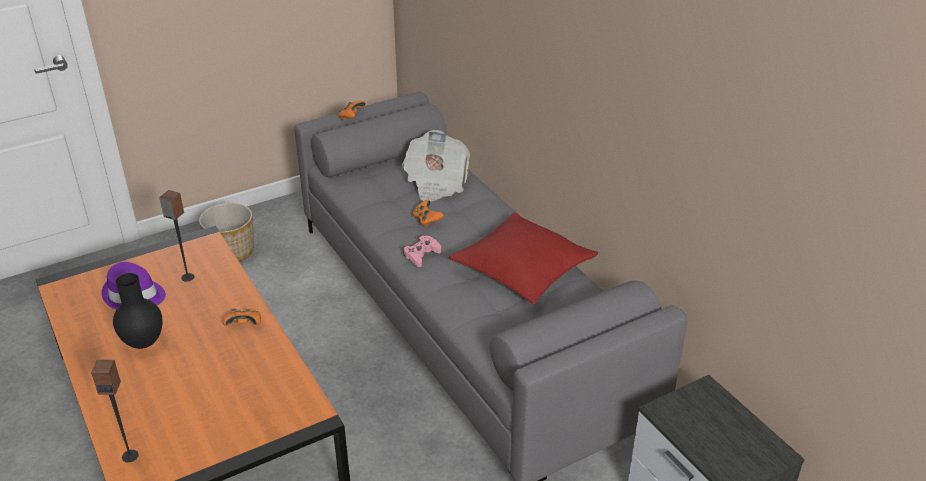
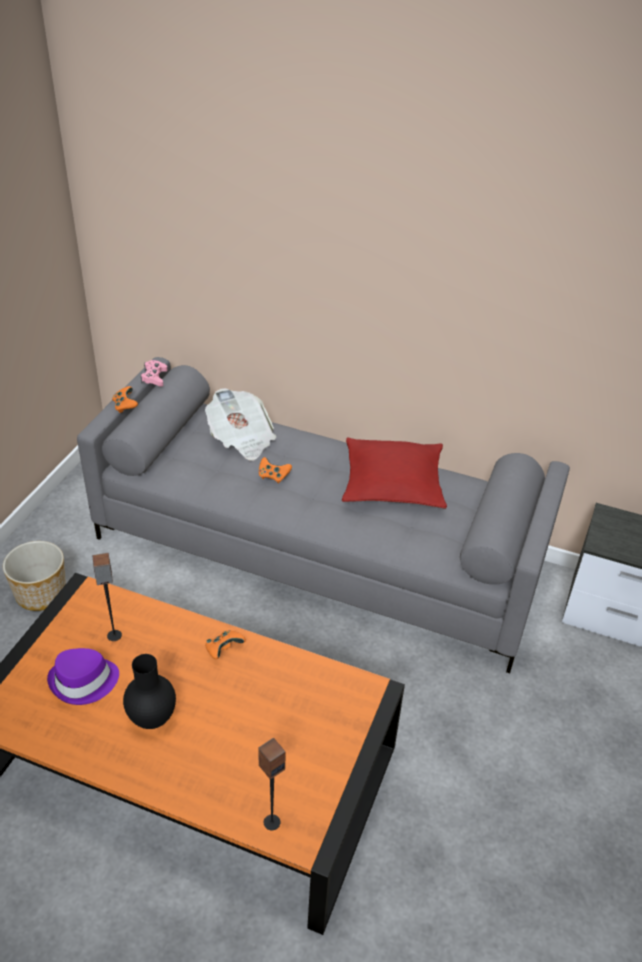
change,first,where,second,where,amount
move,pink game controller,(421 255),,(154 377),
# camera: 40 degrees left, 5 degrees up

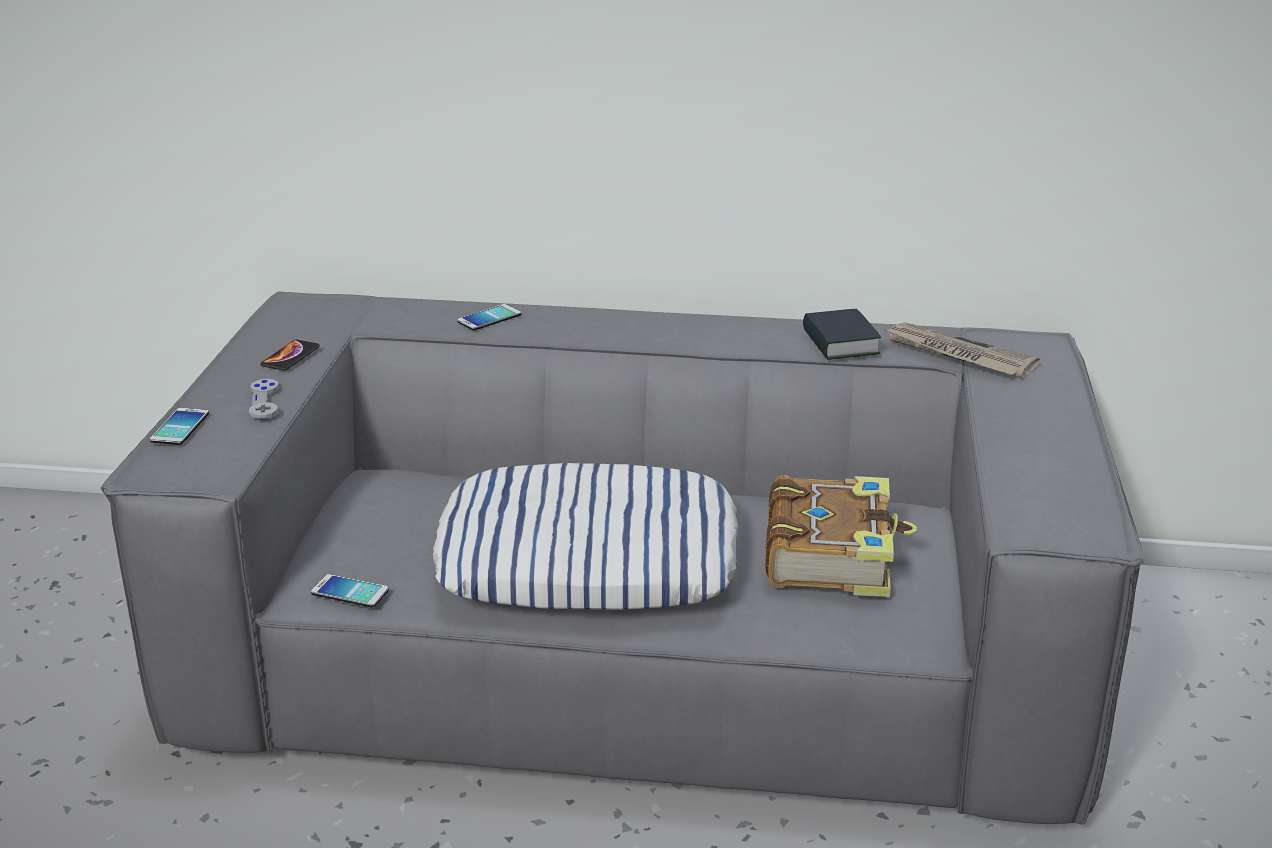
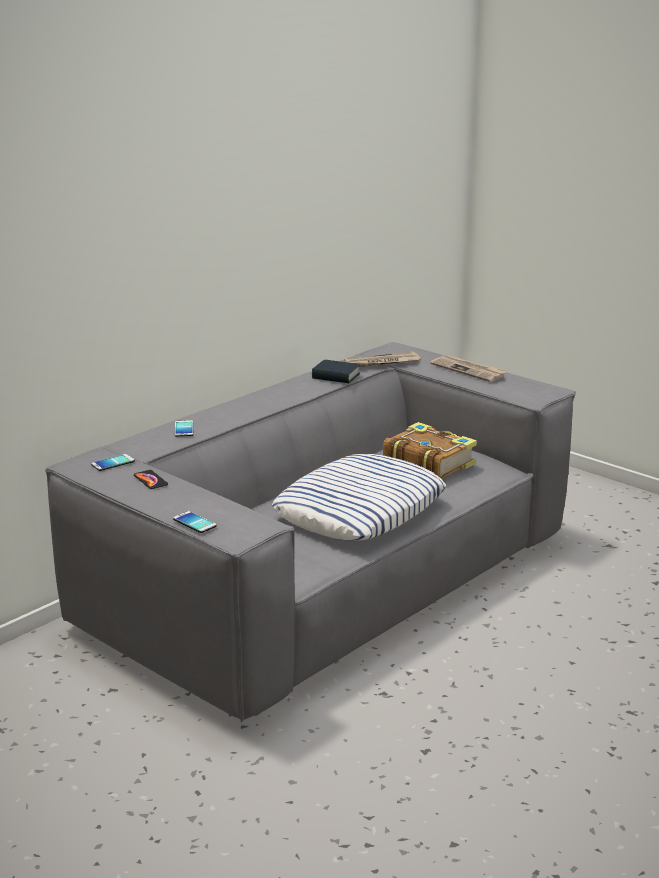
change,first,where,second,where,amount
delete,grey game controller,(264 401),,,
insert,,,newspaper,(469 370),
move,phone,(350 592),,(113 463),
# camera: 55 degrees left, 5 degrees down

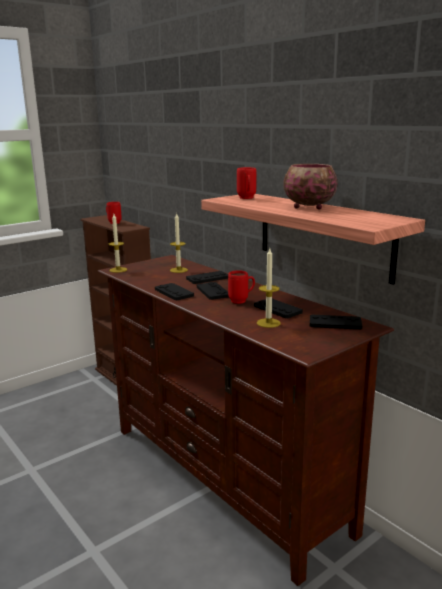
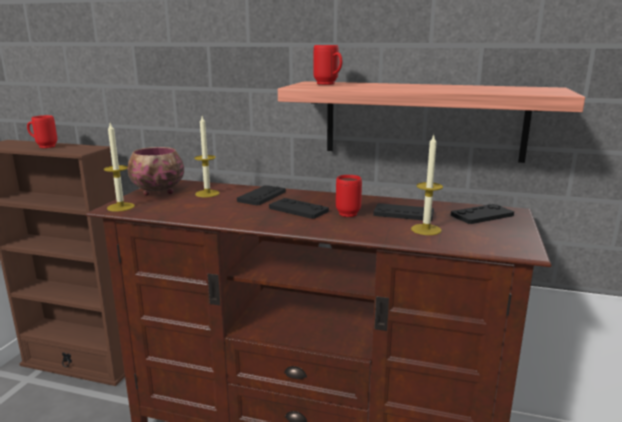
change,first,where,second,where,amount
delete,black game controller,(174 292),,,
move,bowl,(308 207),,(157 192),
# camera: 35 degrees left, 0 degrees up

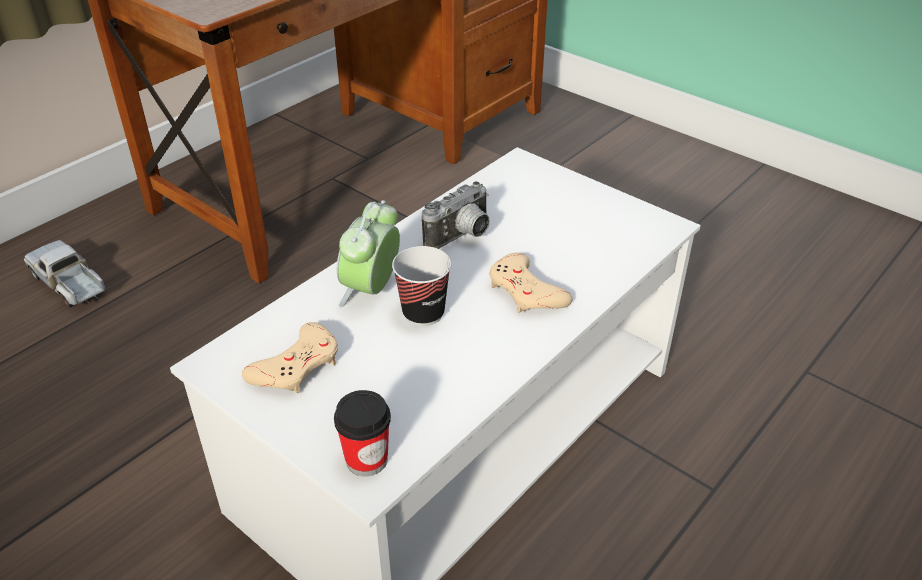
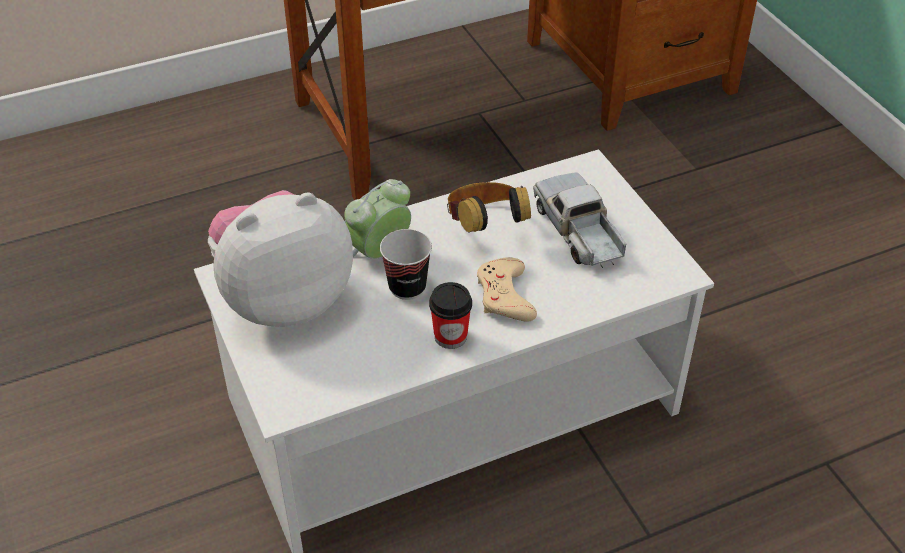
change,first,where,second,where,amount
move,toy truck,(70 284),,(579 232),
move,cup,(366 460),,(450 336),
replace,beige game controller,(297 366),plush toy,(283 299),
replace,photo camera,(462 237),headphones,(485 227),
# camera: 25 degrees right, 5 degrees up

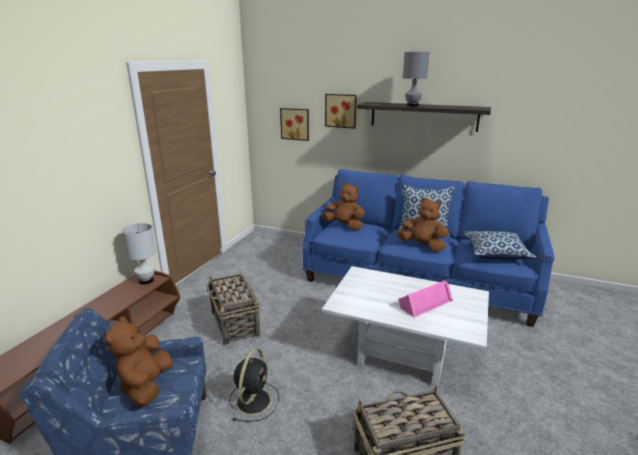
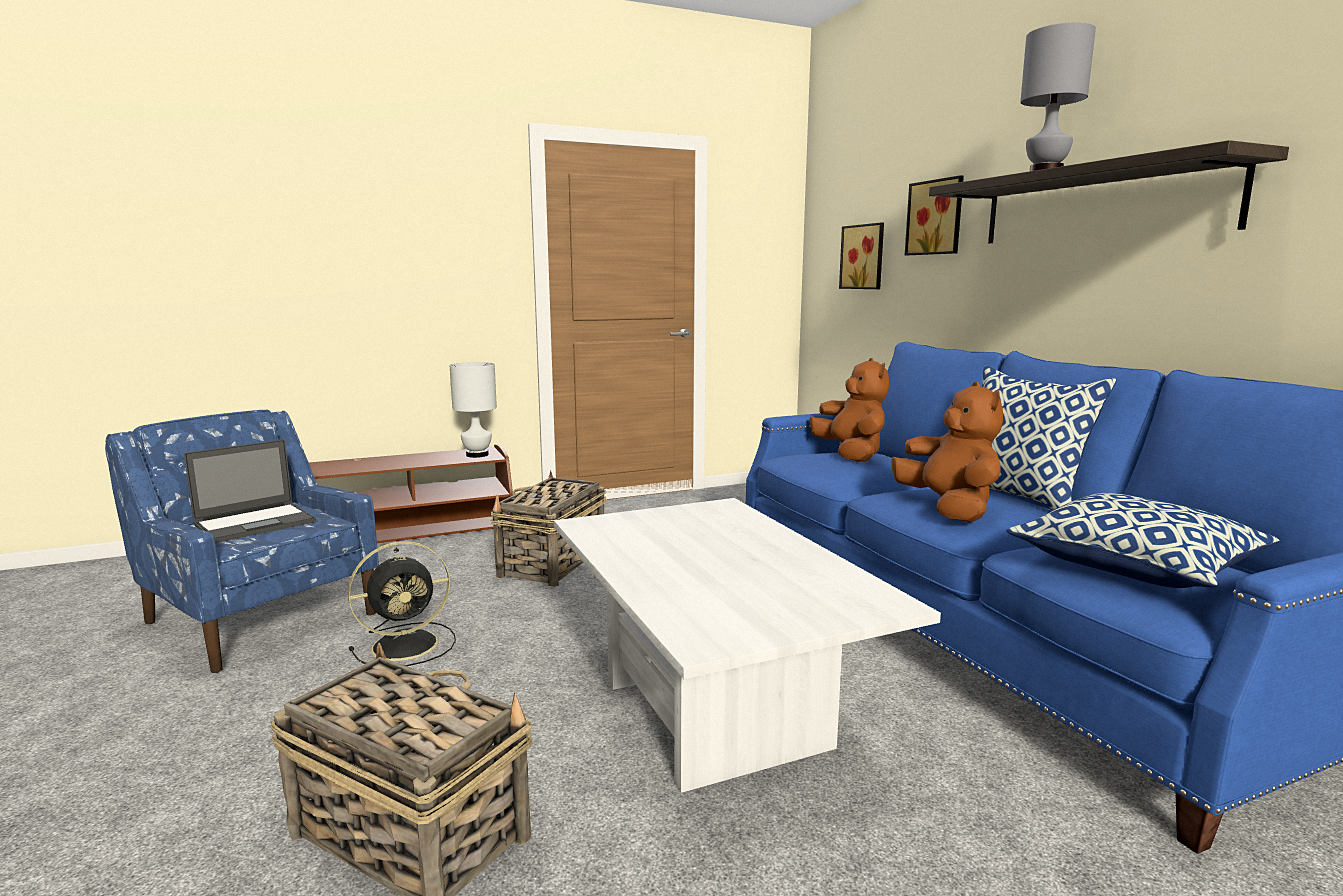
change,first,where,second,where,amount
delete,pink speaker,(424 303),,,
replace,brown plush toy,(146 386),laptop,(257 523),
# camera: 45 degrees right, 10 degrees down

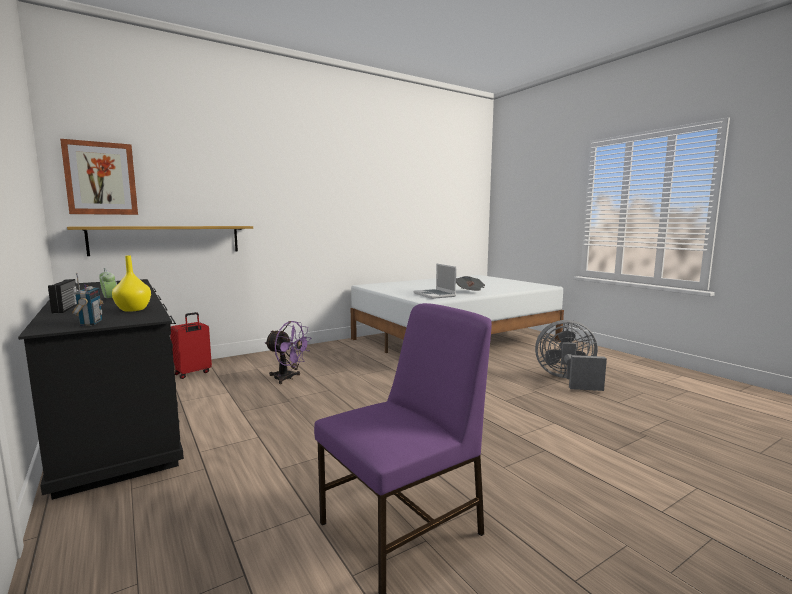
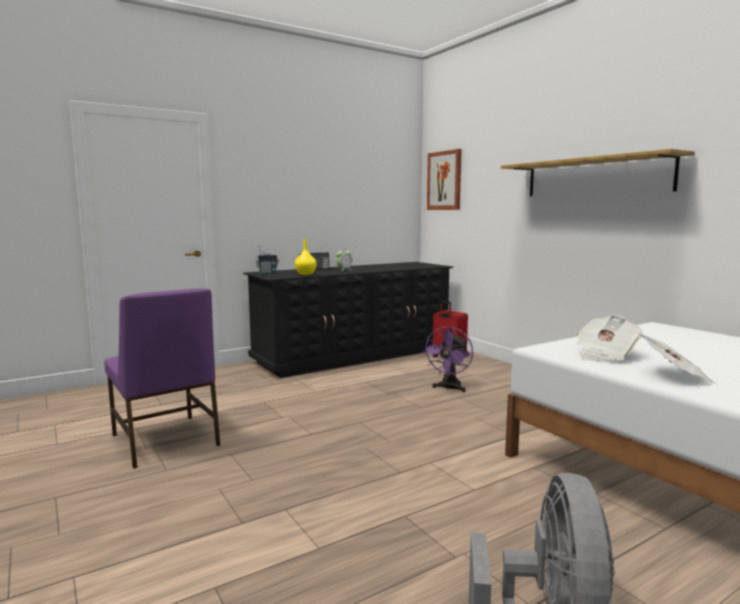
change,first,where,second,where,amount
move,shelf,(167 239),,(595 177),
replace,laptop,(435 295),newspaper,(604 355),
# camera: 90 degrees right, 0 degrees up

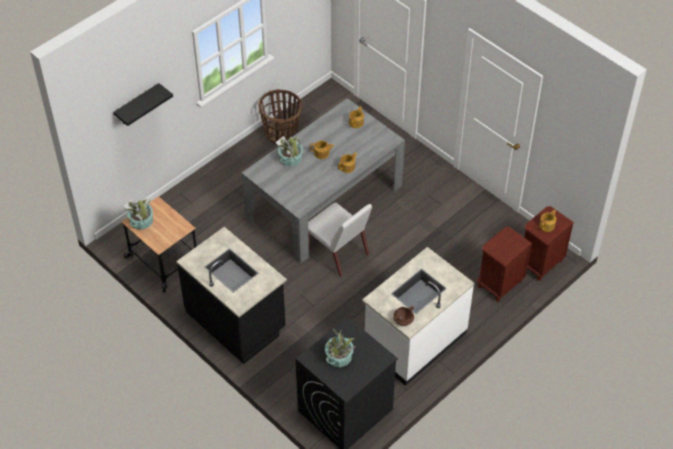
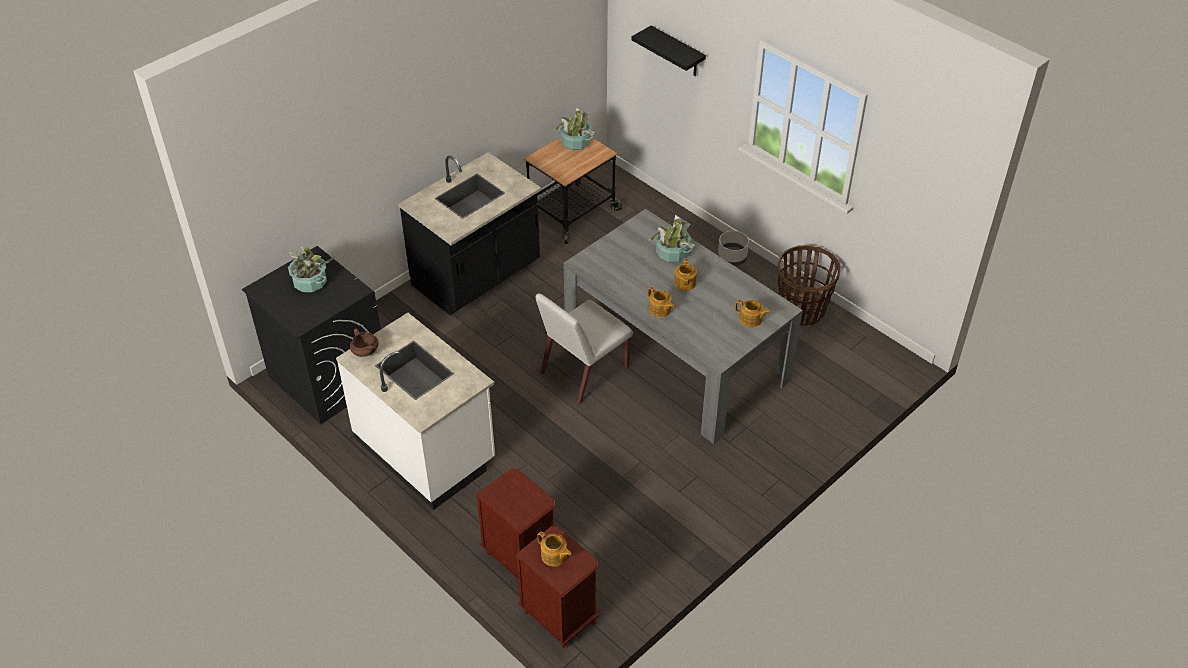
change,first,where,second,where,amount
insert,,,grey planter,(732 258),
# camera: 90 degrees right, 5 degrees down

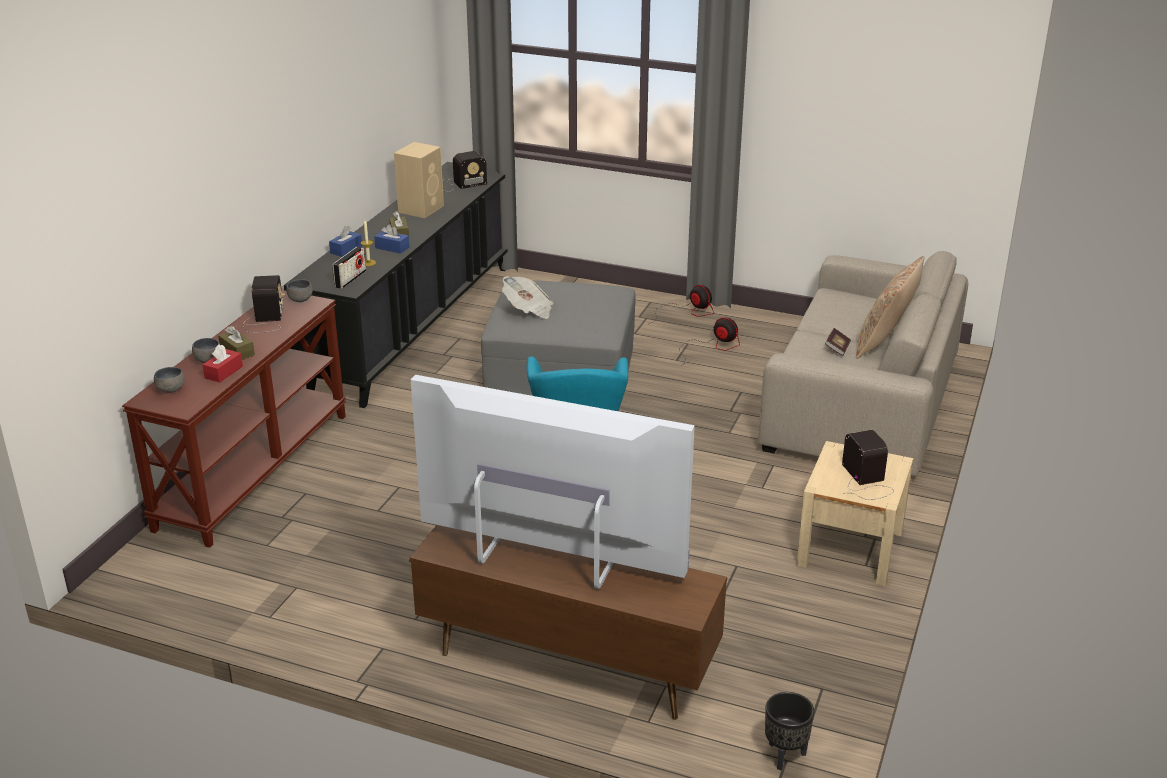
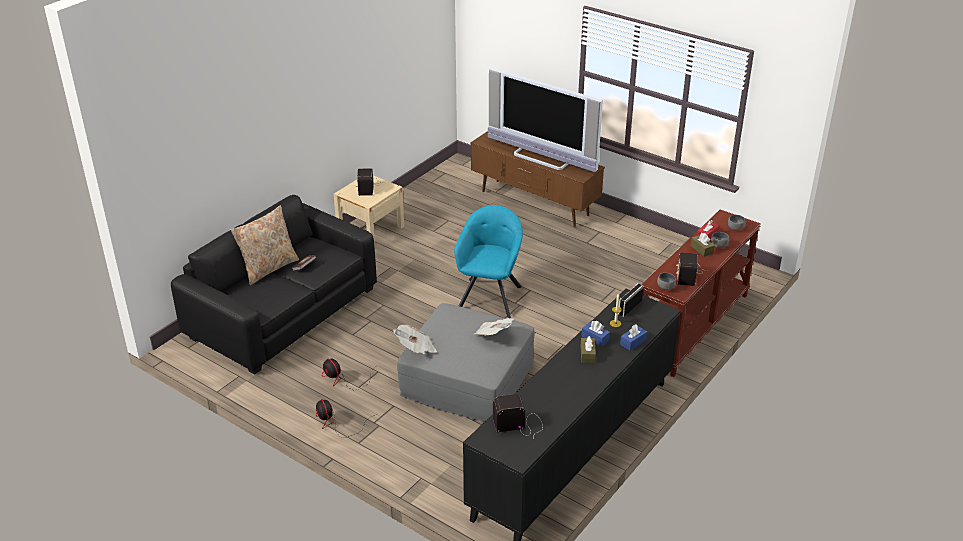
change,first,where,second,where,amount
delete,beige speaker,(421 208),,,
delete,black planter,(784 756),,,
insert,,,newspaper,(416 348),
recolor,beige sofa,(862 404),black sofa,(282 311),
# camera: 165 degrees left, 5 degrees up

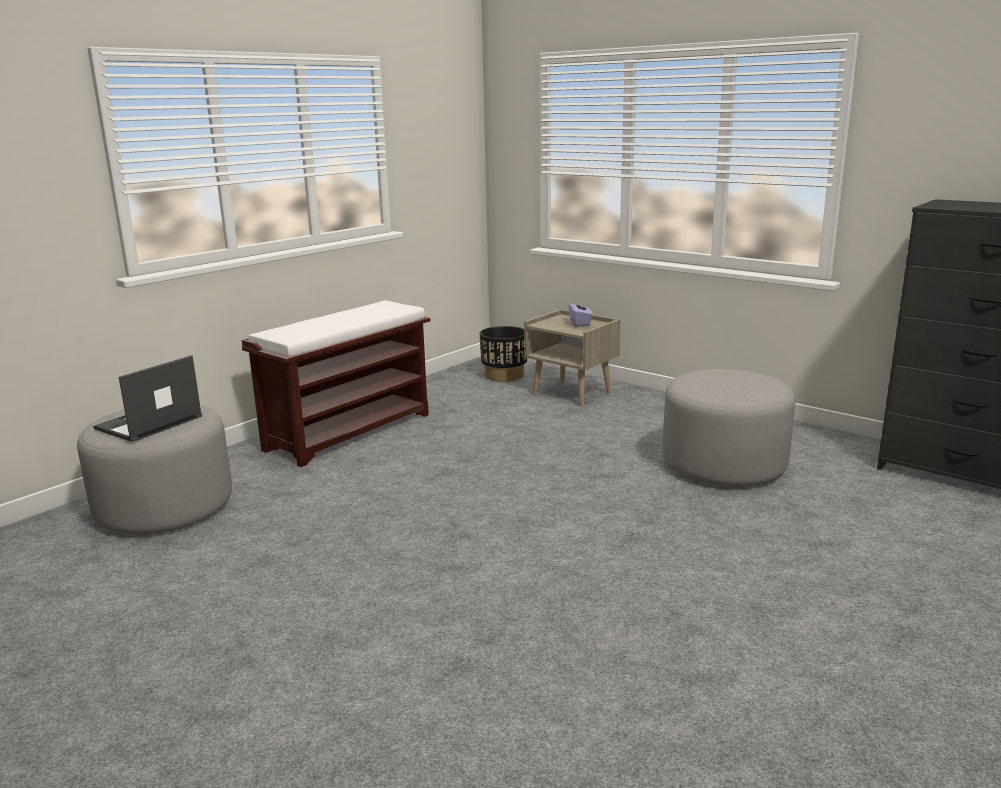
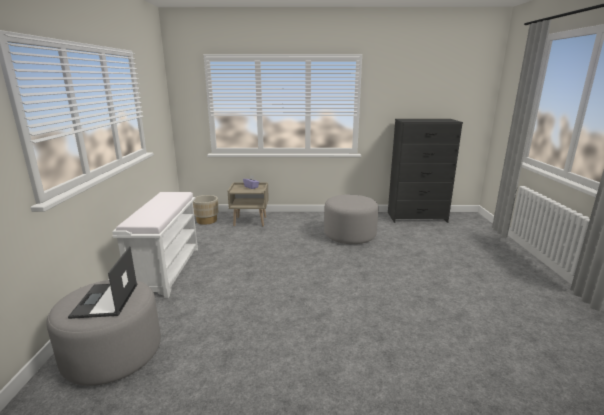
change,first,where,second,where,amount
recolor,brown bench,(350 431),white bench,(167 270),
recolor,black planter,(504 375),beige planter,(206 221),
# camera: 40 degrees left, 0 degrees up

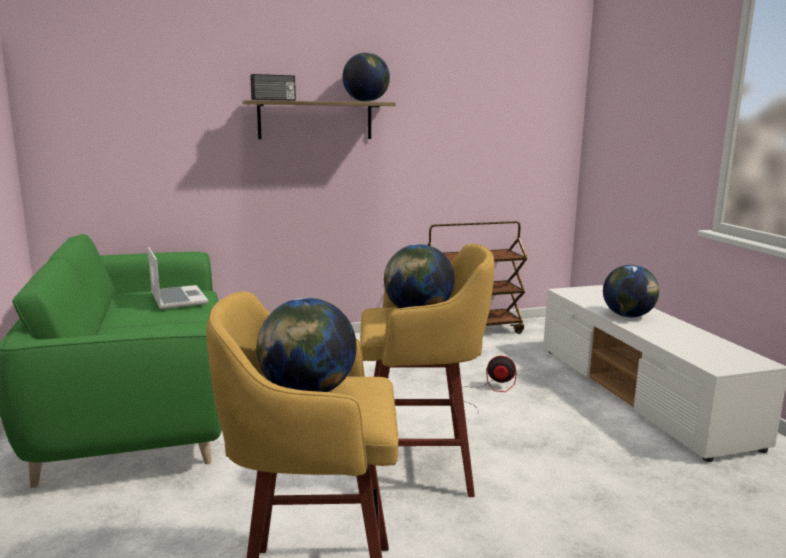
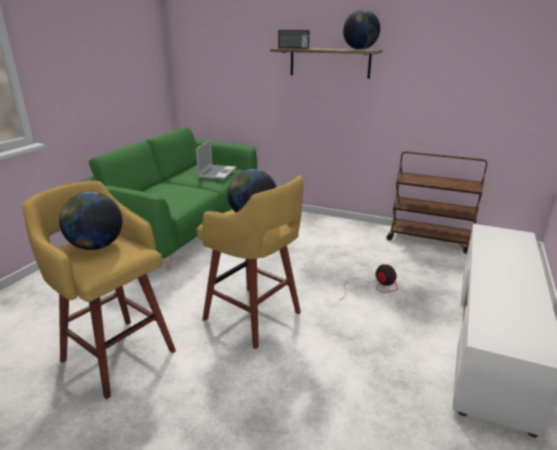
change,first,where,second,where,amount
delete,globe,(628 316),,,
# camera: 40 degrees right, 10 degrees up

